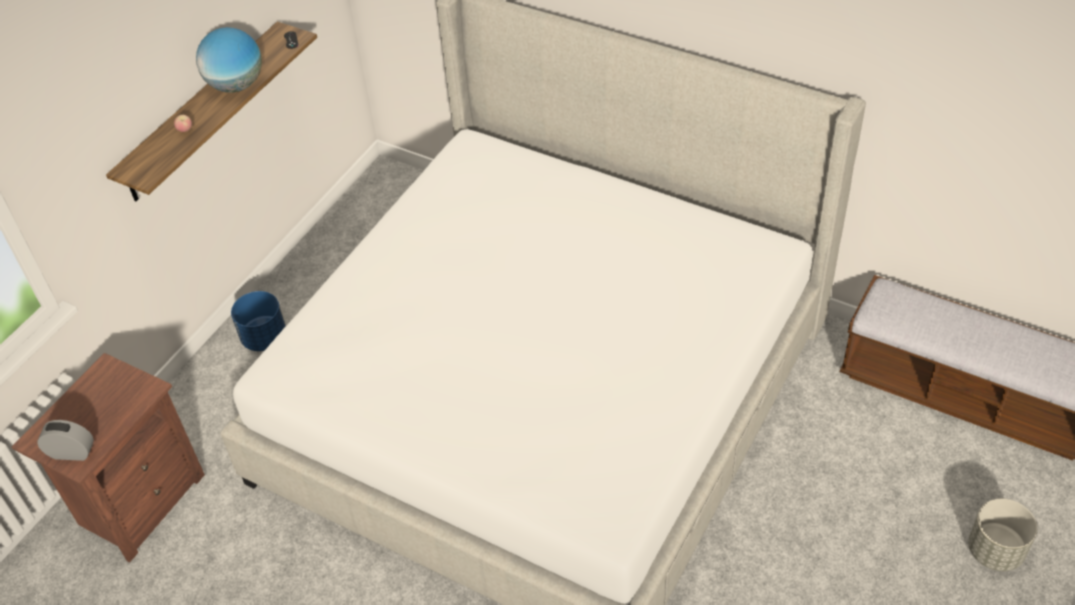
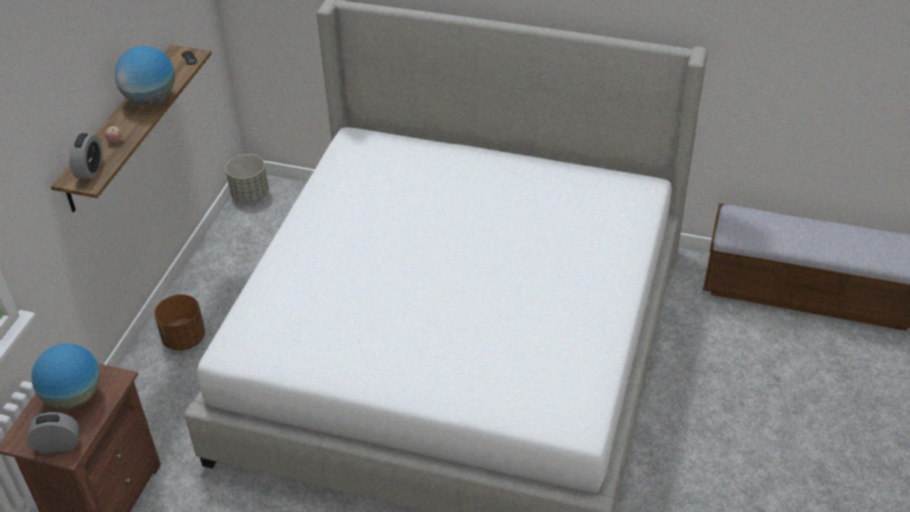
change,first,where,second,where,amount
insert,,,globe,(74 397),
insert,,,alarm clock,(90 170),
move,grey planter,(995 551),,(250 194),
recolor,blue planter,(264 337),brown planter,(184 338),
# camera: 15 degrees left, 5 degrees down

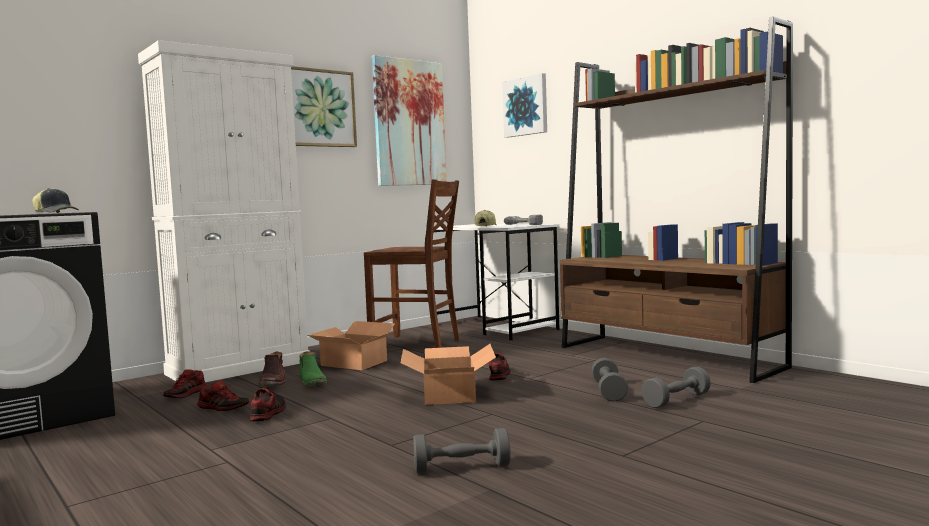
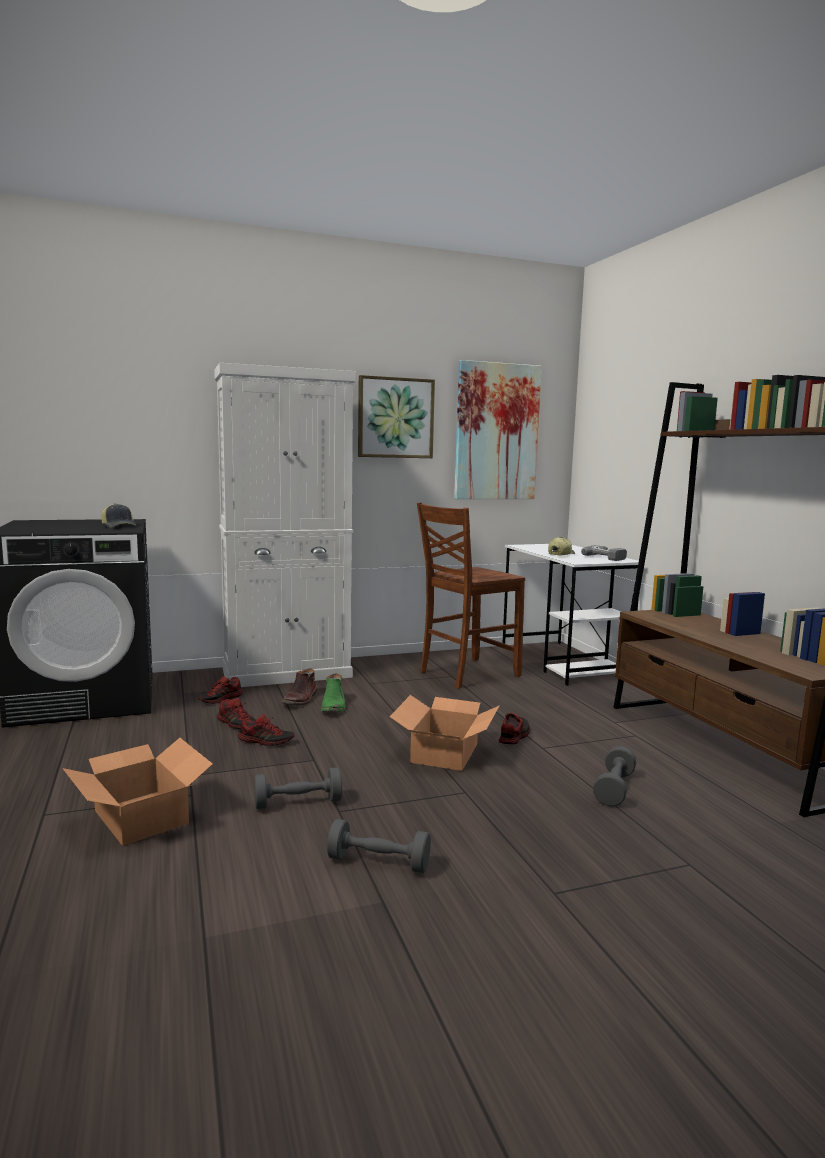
change,first,where,second,where,amount
delete,picture,(526 106),,,
move,cardboard box,(354 363),,(142 816),
move,grey dumbbell,(676 400),,(298 803),
rotate,shoe,(267 414),,(266 741),75 degrees clockwise
rotate,brown chair,(417 345),,(466 674),105 degrees clockwise
# camera: 20 degrees right, 5 degrees up

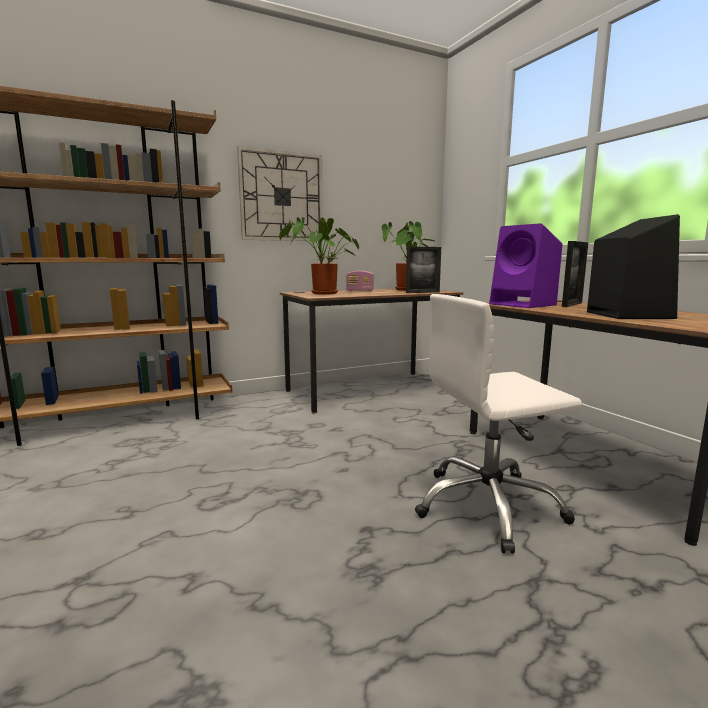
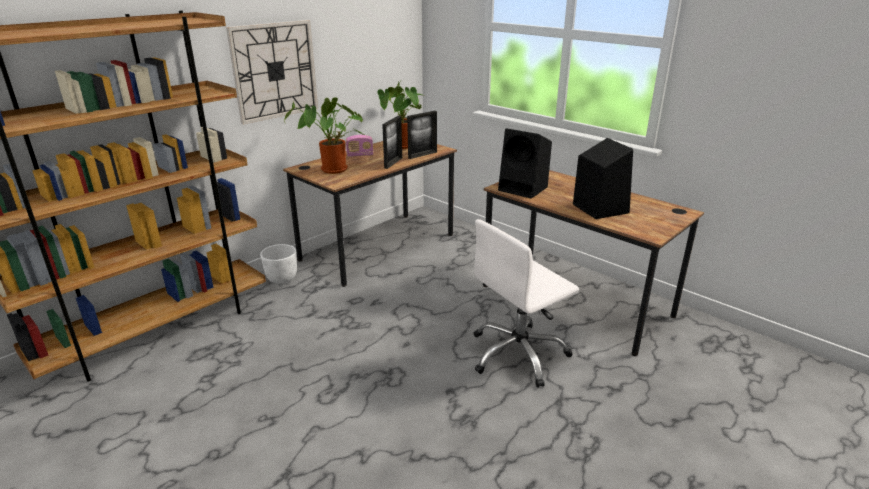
change,first,where,second,where,amount
insert,,,white planter,(281 279),
move,picture frame,(572 304),,(393 163),
recolor,purple speaker,(524 305),black speaker,(524 189),
# camera: 20 degrees left, 15 degrees up

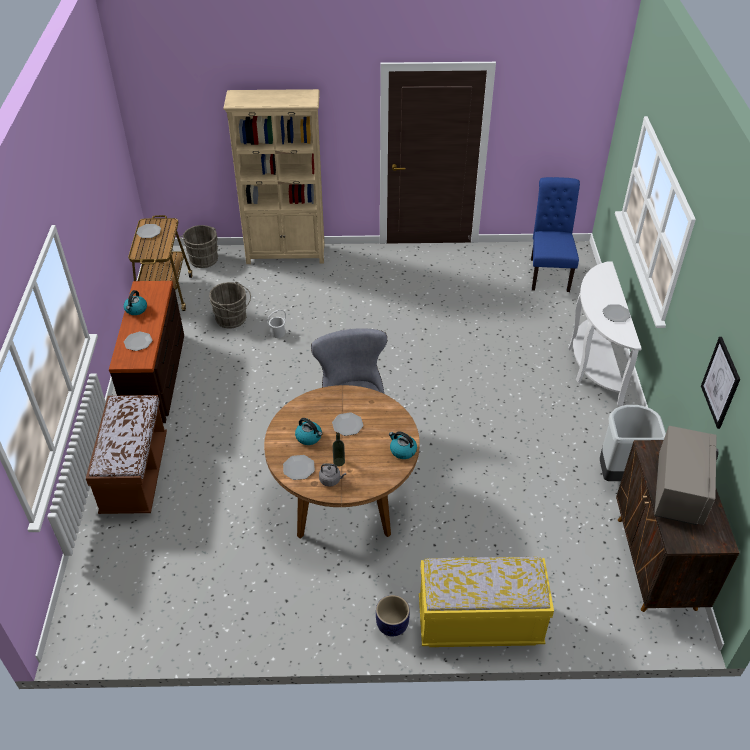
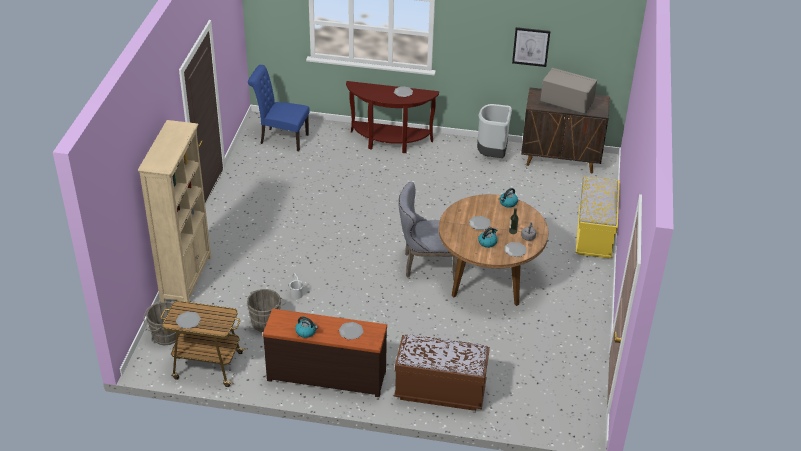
change,first,where,second,where,amount
delete,planter,(392 625),,,
recolor,white console table,(593 364),brown console table,(389 142),
# camera: 80 degrees left, 5 degrees down

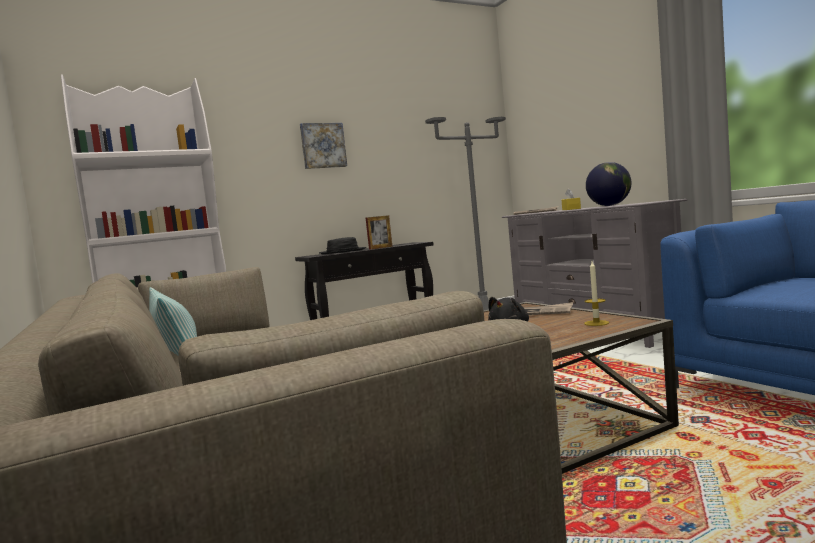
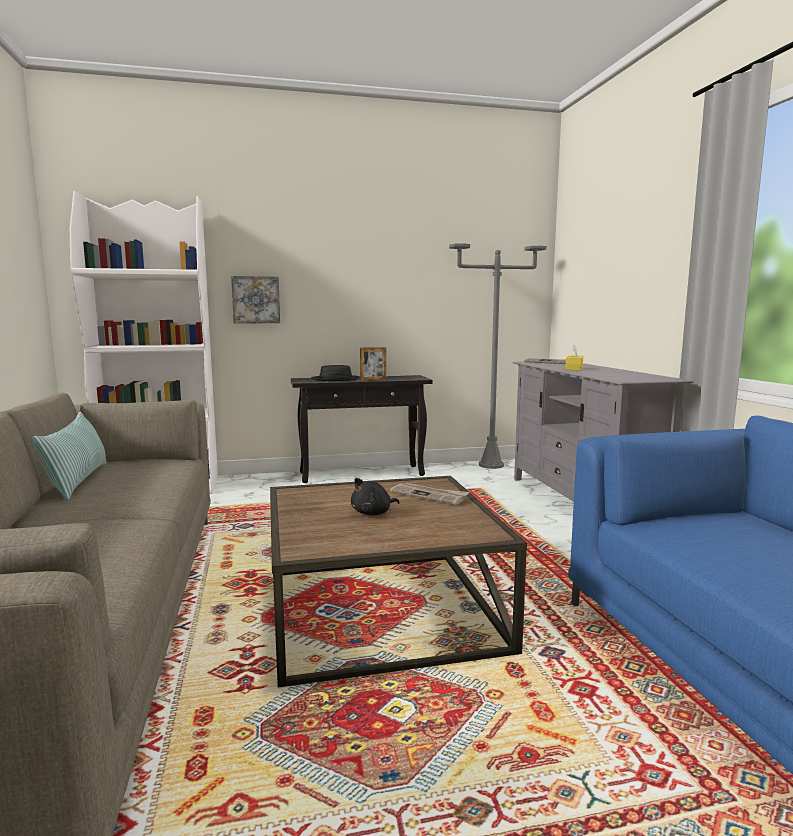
change,first,where,second,where,amount
delete,candle,(596 323),,,
delete,globe,(609 205),,,
move,picture,(323 146),,(256 300),
# camera: 15 degrees right, 5 degrees up

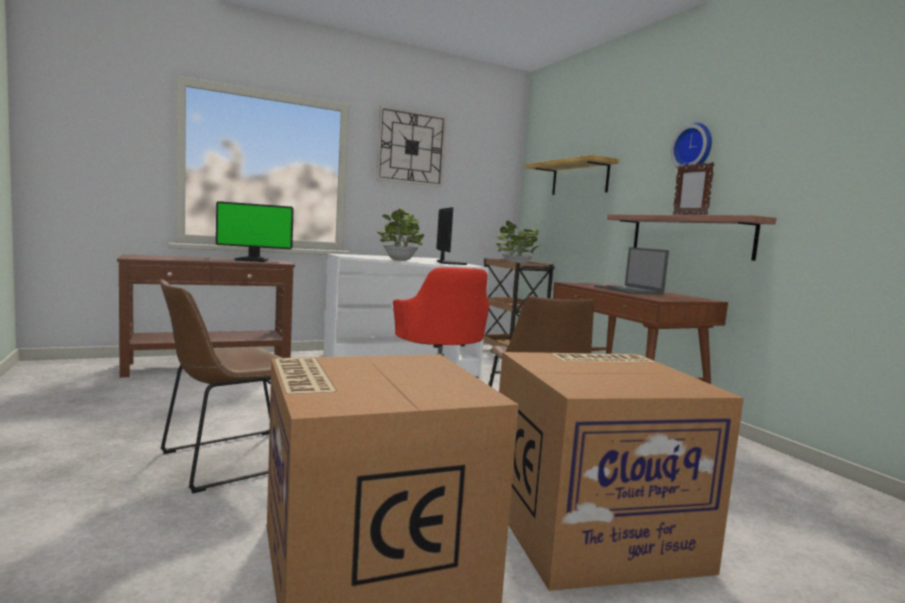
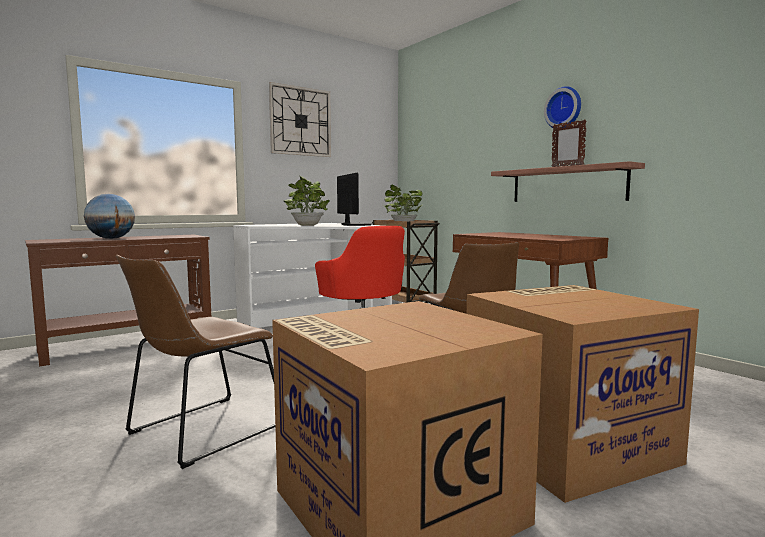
change,first,where,second,where,amount
delete,monitor,(252 260),,,
delete,shelf,(579 178),,,
delete,laptop,(629 290),,,
insert,,,globe,(111 238),
# camera: 10 degrees left, 0 degrees up

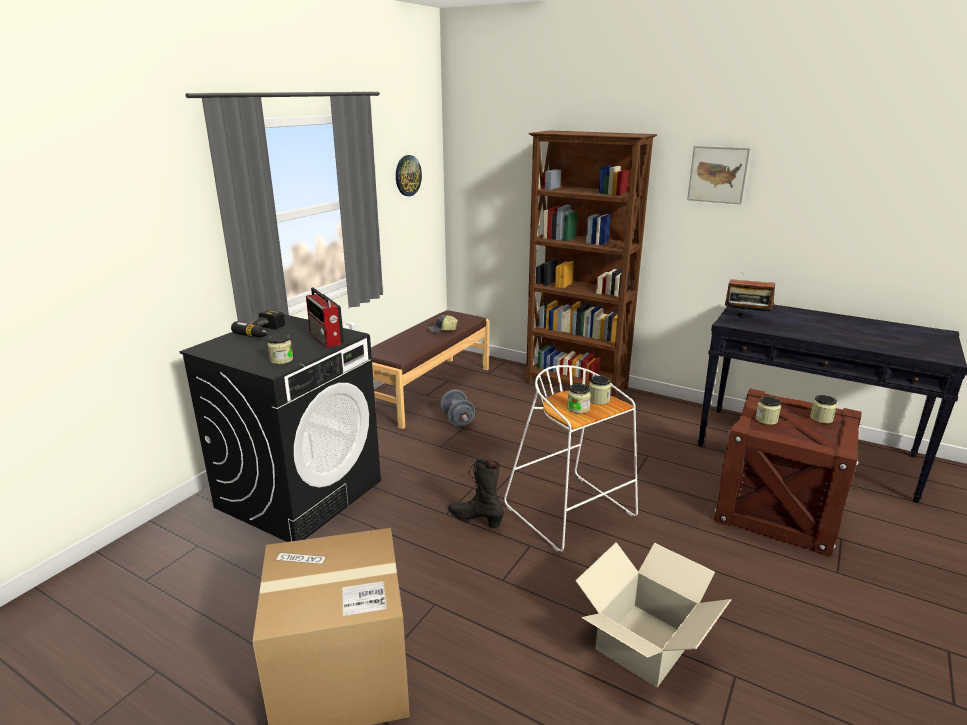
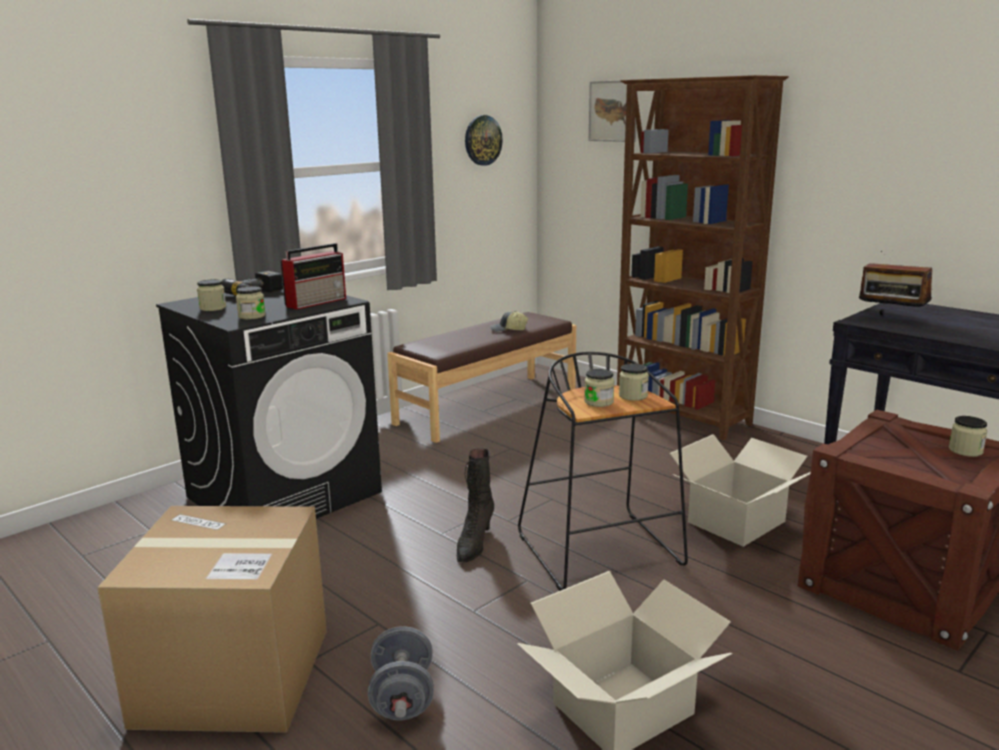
change,first,where,second,where,amount
insert,,,cardboard box,(737 522),
move,grey dumbbell,(457 420),,(402 698),
move,picture,(717 174),,(613 111),
move,jar,(766 420),,(213 308),
recolor,white stool,(572 512),black stool,(602 552),
rotate,radio,(326 338),,(317 302),120 degrees counterclockwise
rotate,black boot,(475 519),,(474 544),120 degrees counterclockwise
# camera: 15 degrees right, 5 degrees down

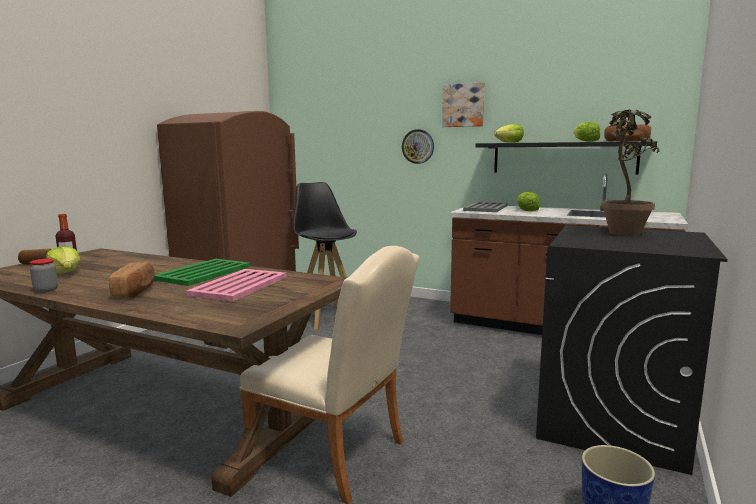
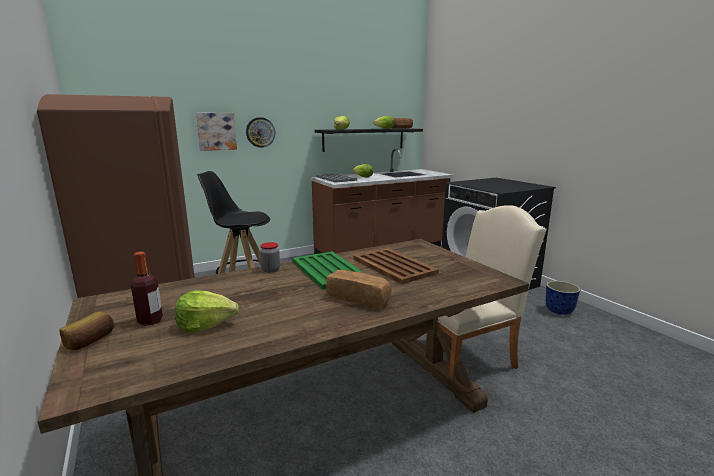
change,first,where,second,where,amount
delete,potted plant,(621 235),,,
move,jar,(46 290),,(271 270),
move,picture,(463 105),,(216 131),
recolor,pink tray,(238 286),brown tray,(394 266),
# camera: 55 degrees left, 5 degrees up

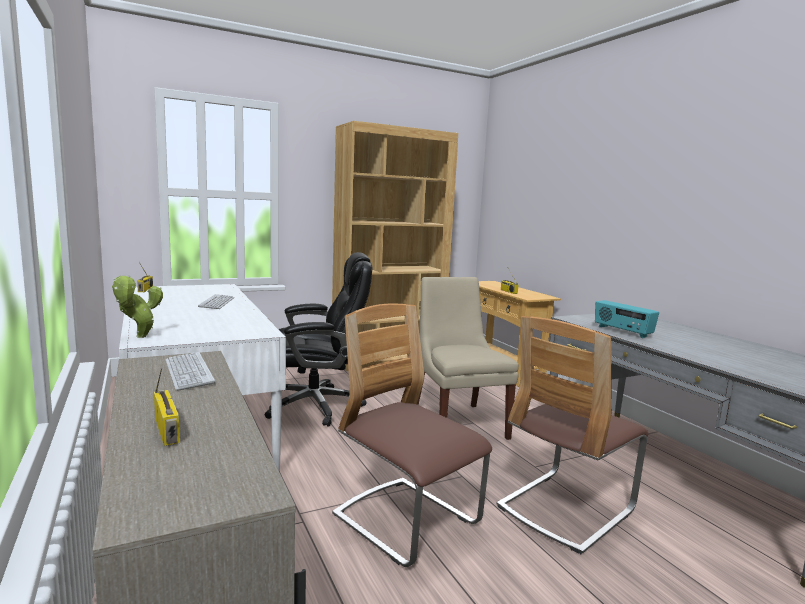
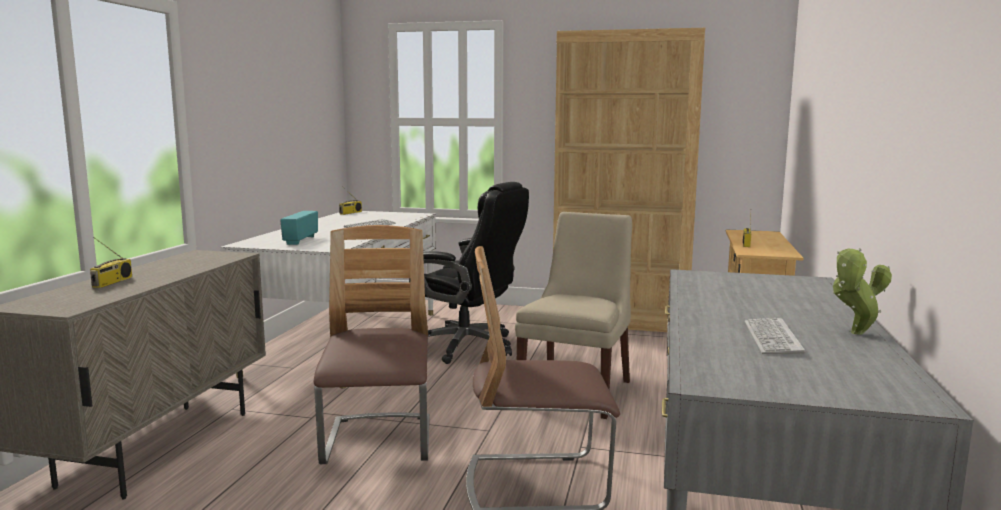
change,first,where,second,where,amount
move,potted plant,(139 337),,(854 333),
move,keyboard,(188 372),,(772 338),
move,radio,(622 331),,(300 240),
# camera: 40 degrees right, 0 degrees up

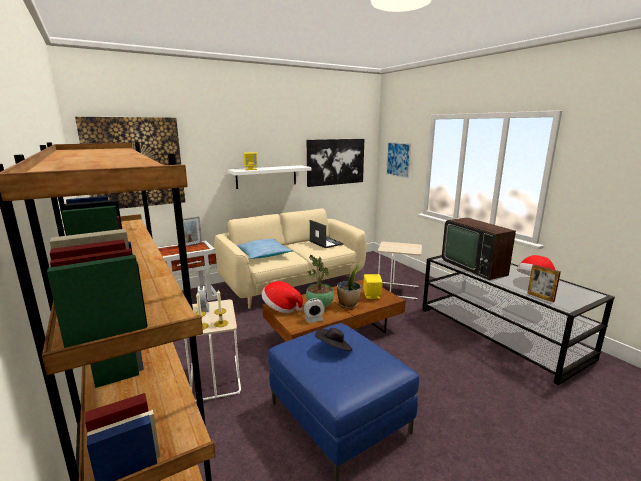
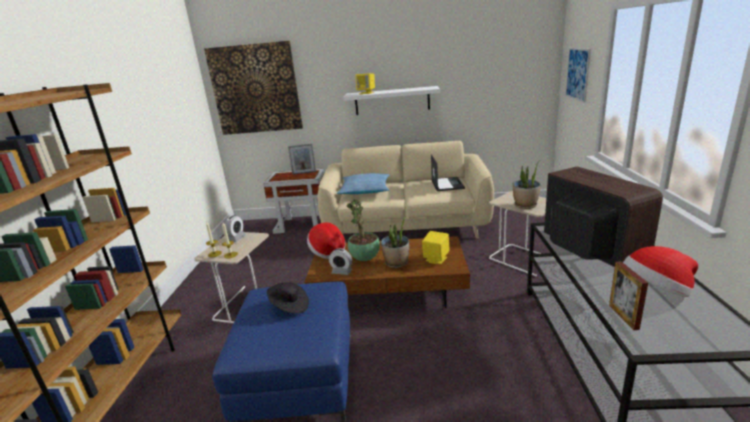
change,first,where,second,where,amount
delete,picture,(335 162),,,
insert,,,potted plant,(525 205),
rotate,television,(475 266),,(589 246),150 degrees clockwise
# camera: 35 degrees right, 5 degrees up

